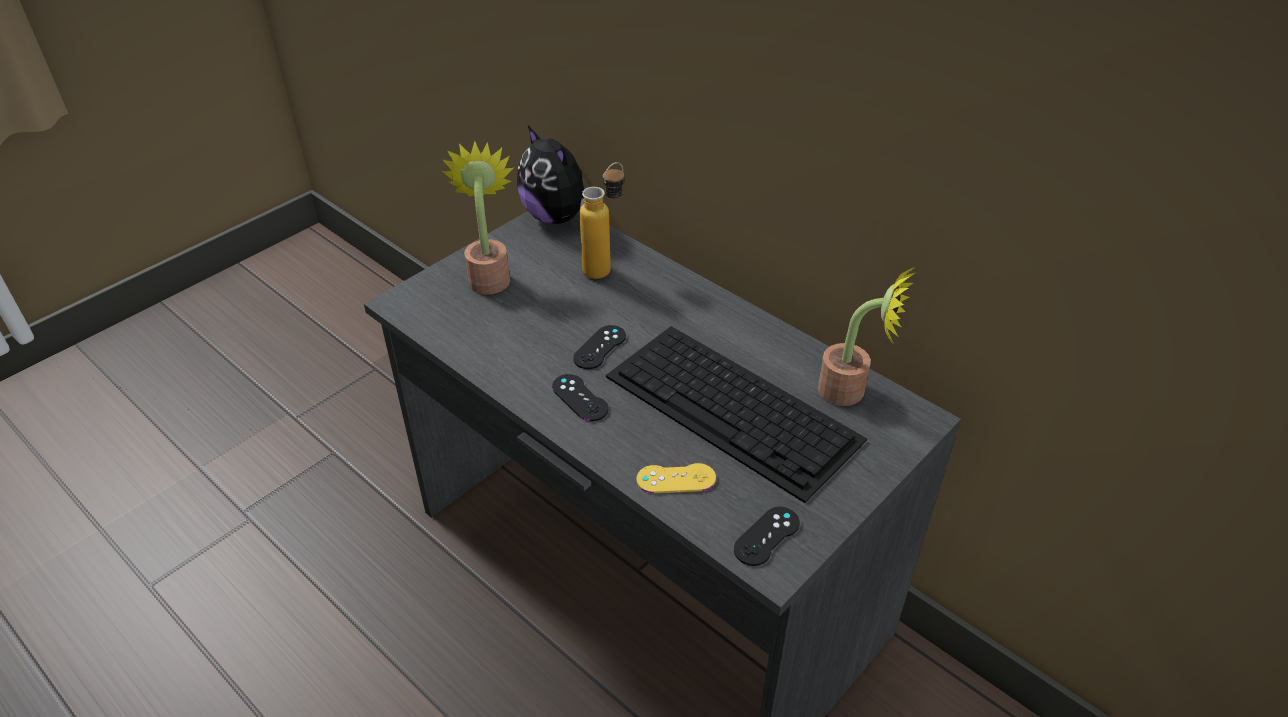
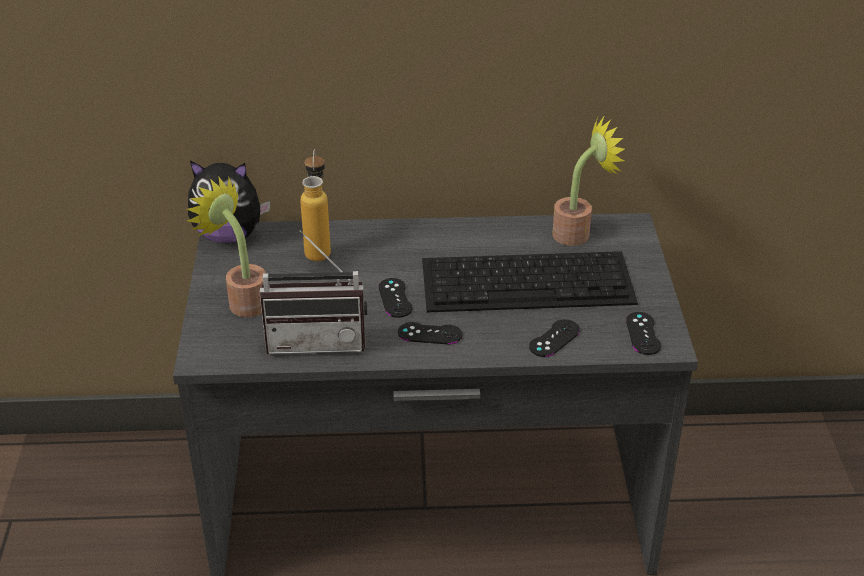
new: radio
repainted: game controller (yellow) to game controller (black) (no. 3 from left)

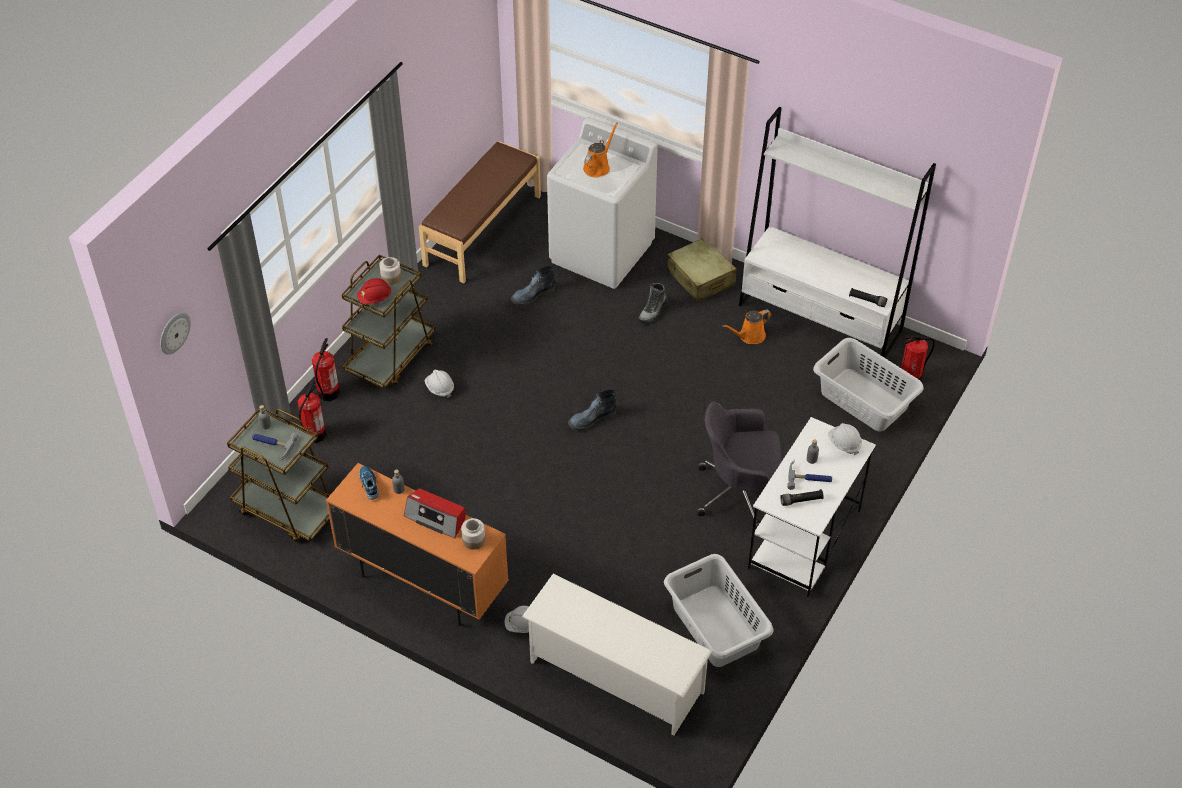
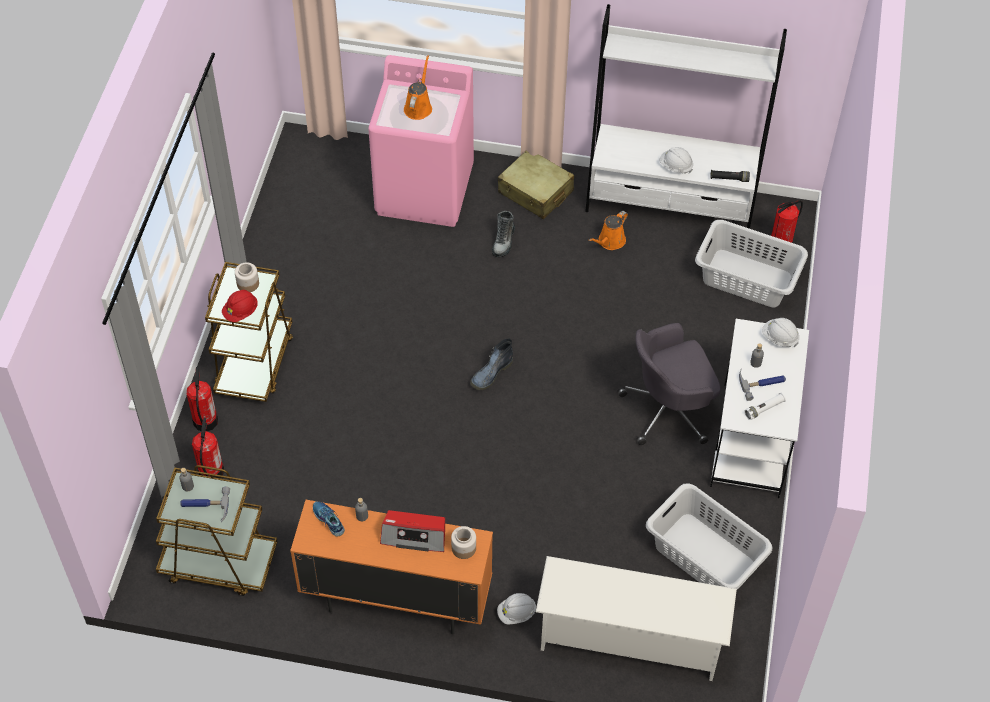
gone: wall clock; bench (brown); boot (no. 1 from left)
shifted: hard hat (white) (no. 1 from left in the first image) to hard hat (white) (no. 2 from left)
repainted: washing machine (white) to washing machine (pink); flashlight (black) (no. 1 from left) to flashlight (white)

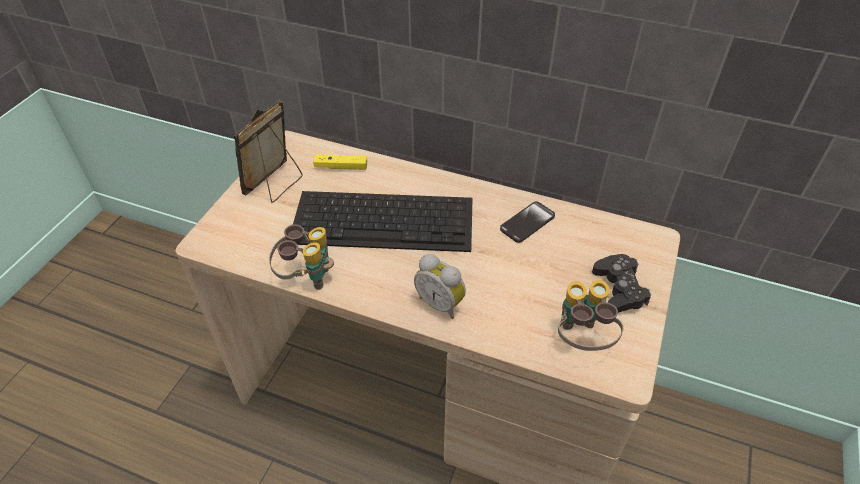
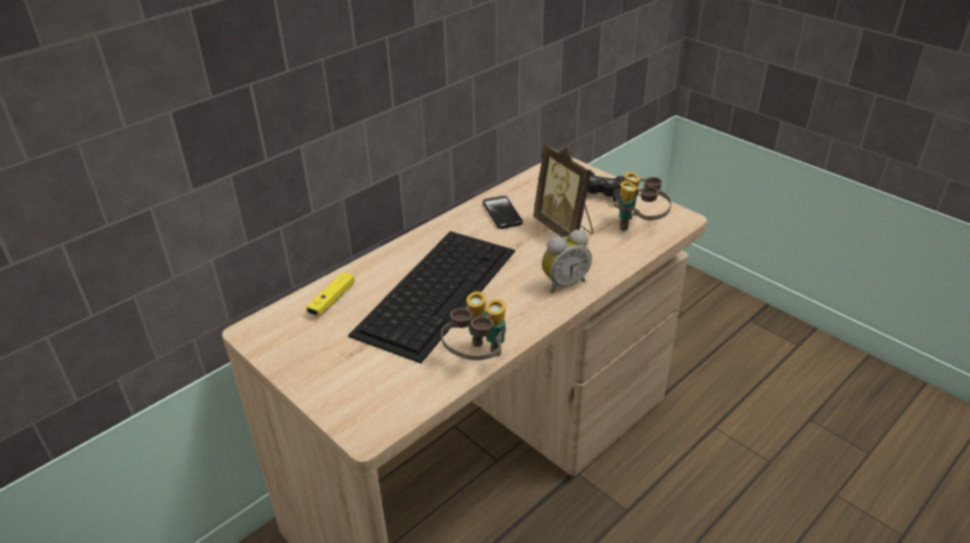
shifted: picture frame

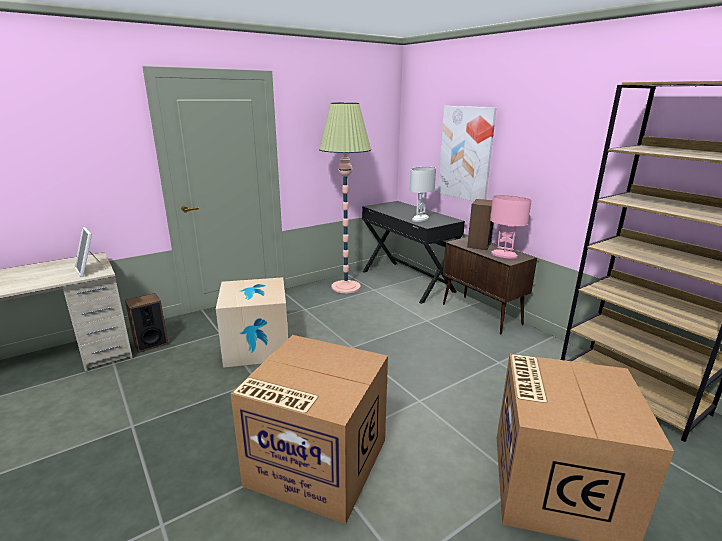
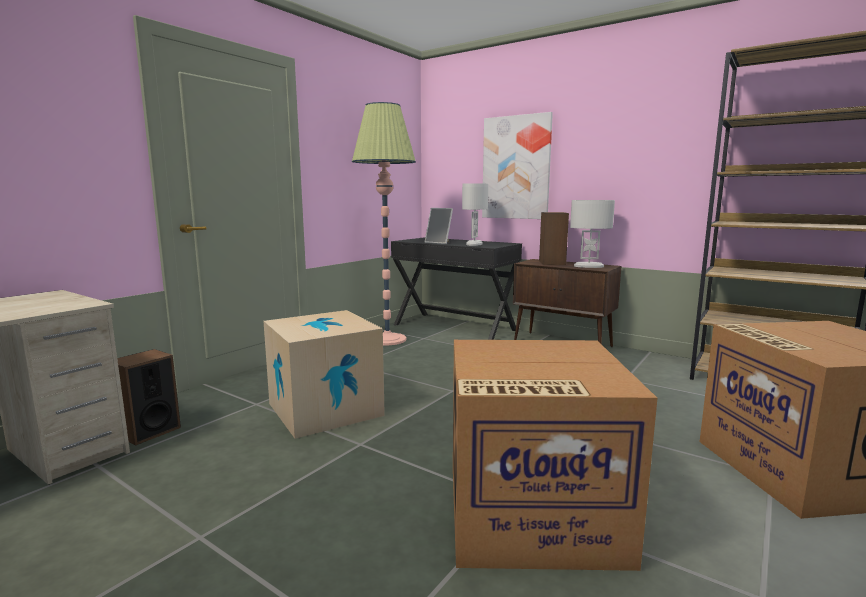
shifted: picture frame
repainted: table lamp (pink) to table lamp (white) (no. 2 from left)

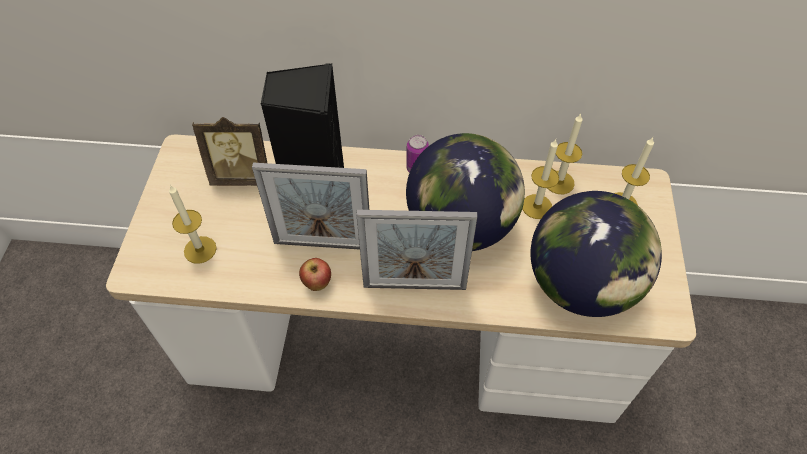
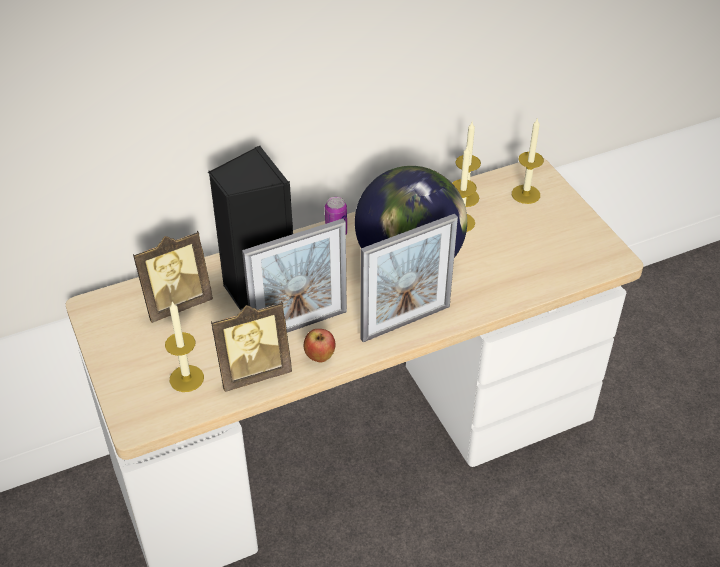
gone: globe (no. 2 from left)
new: picture frame (no. 2 from left)

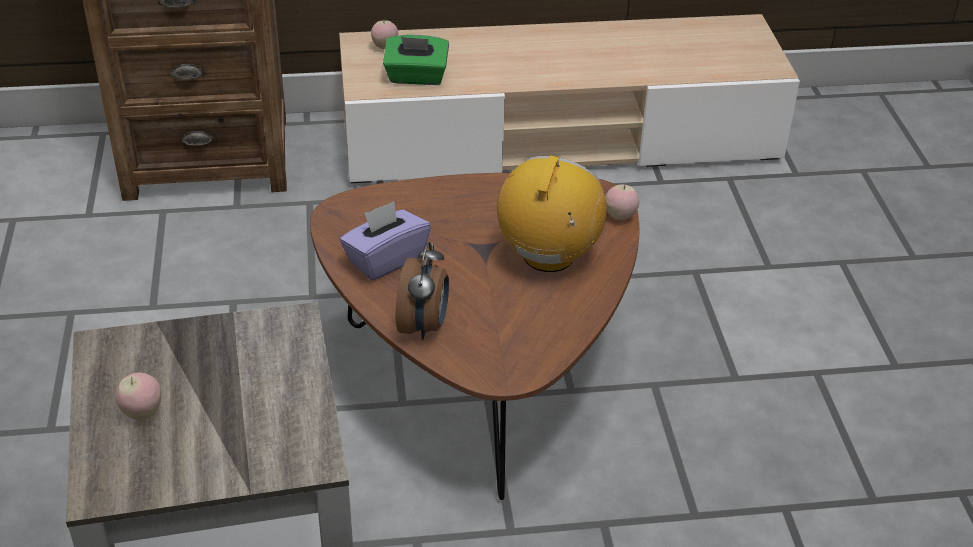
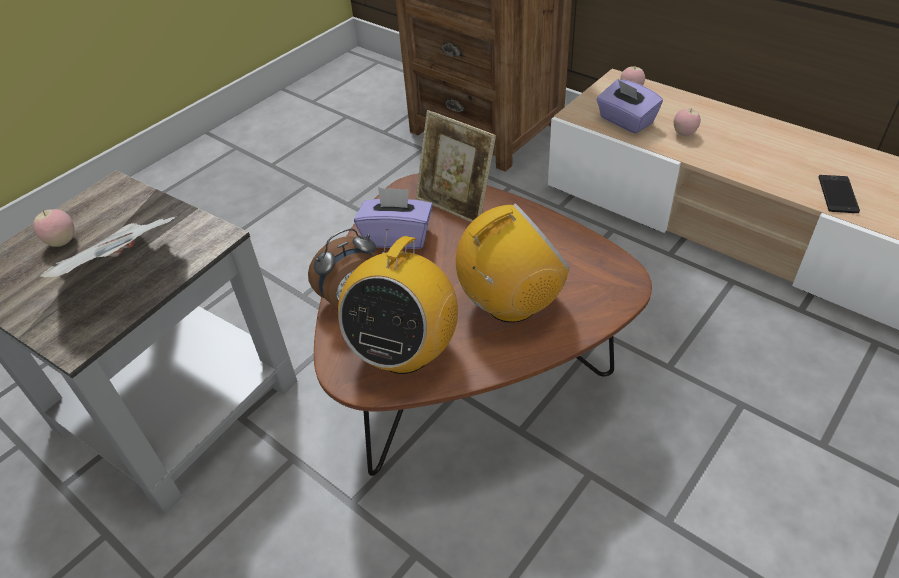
new: newspaper; radio (no. 1 from left); picture frame; phone
shifted: apple (no. 3 from left)
repainted: tissue box (green) to tissue box (purple) (no. 2 from left)

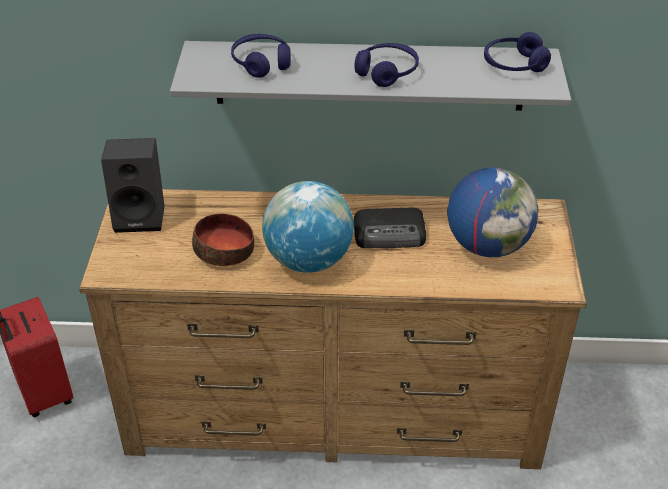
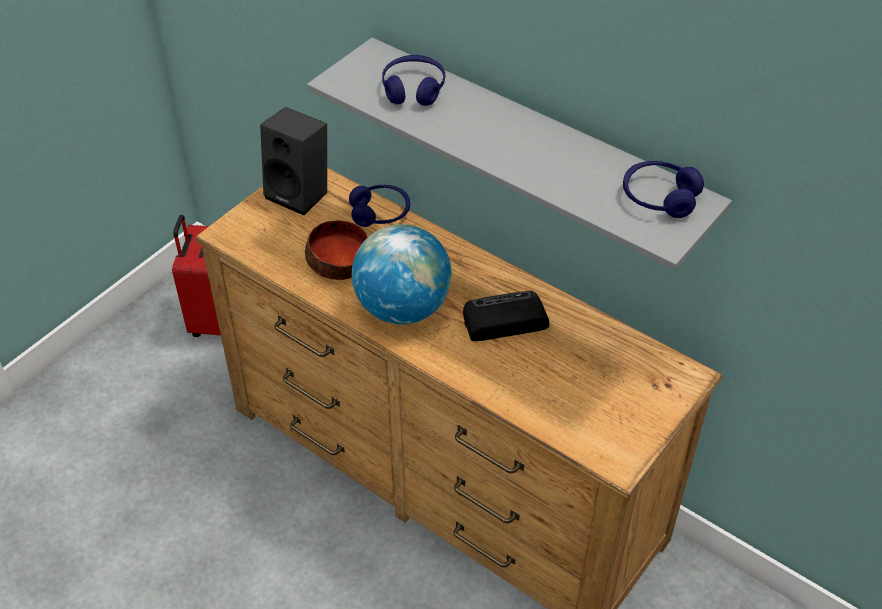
gone: globe (no. 2 from left)
shifted: headphones (blue) (no. 2 from left in the first image) to headphones (blue) (no. 1 from left)
rotated: radio 135 degrees clockwise

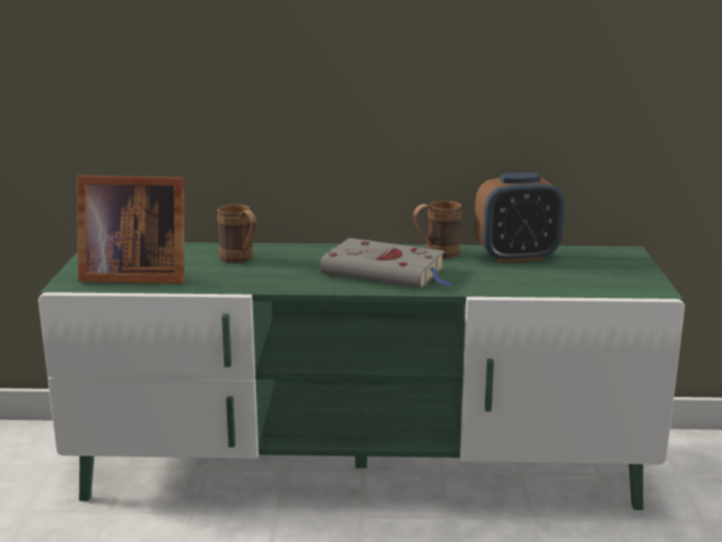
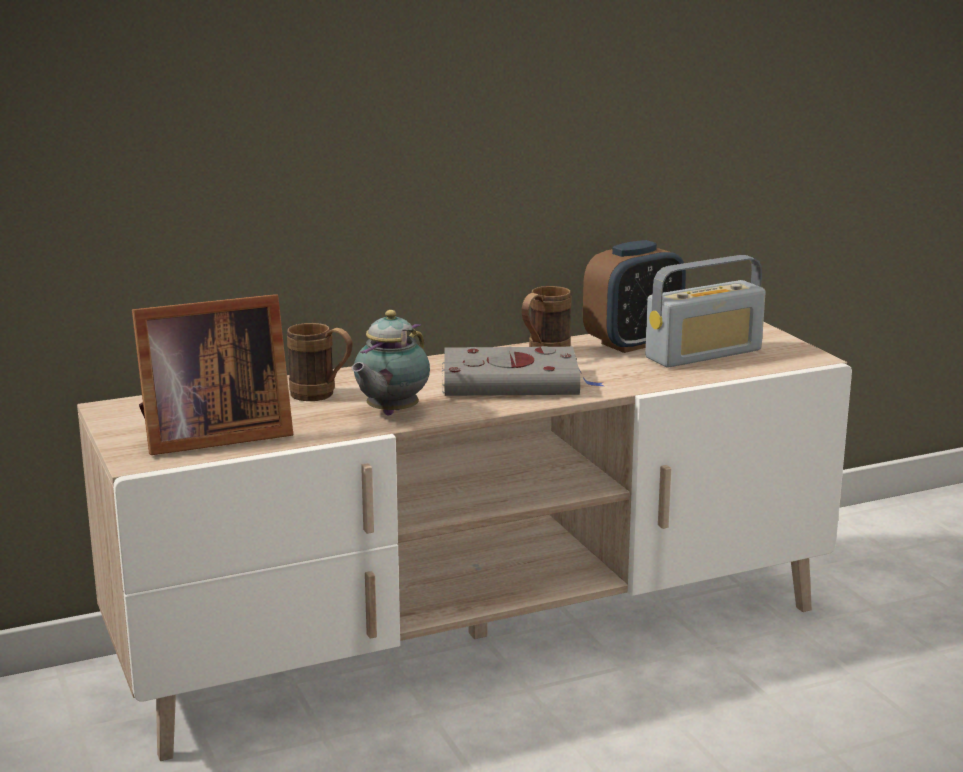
new: teapot; radio
repainted: tv stand (green) to tv stand (beige)

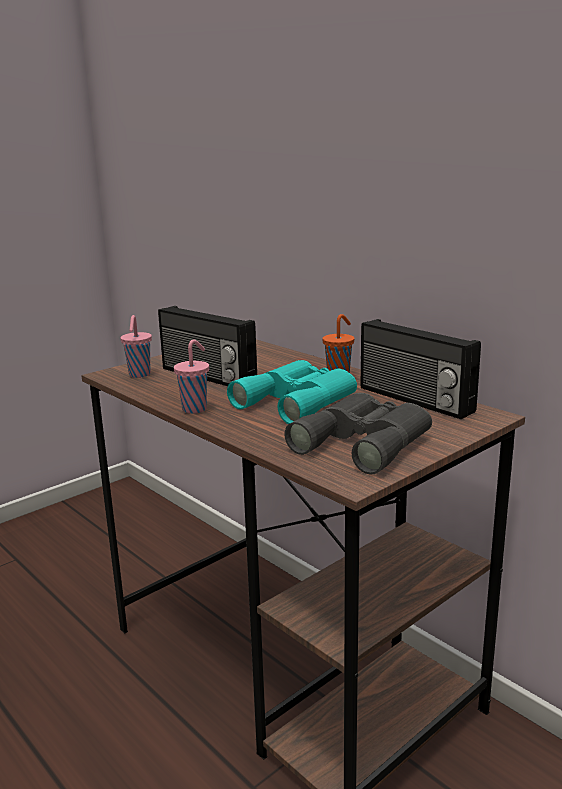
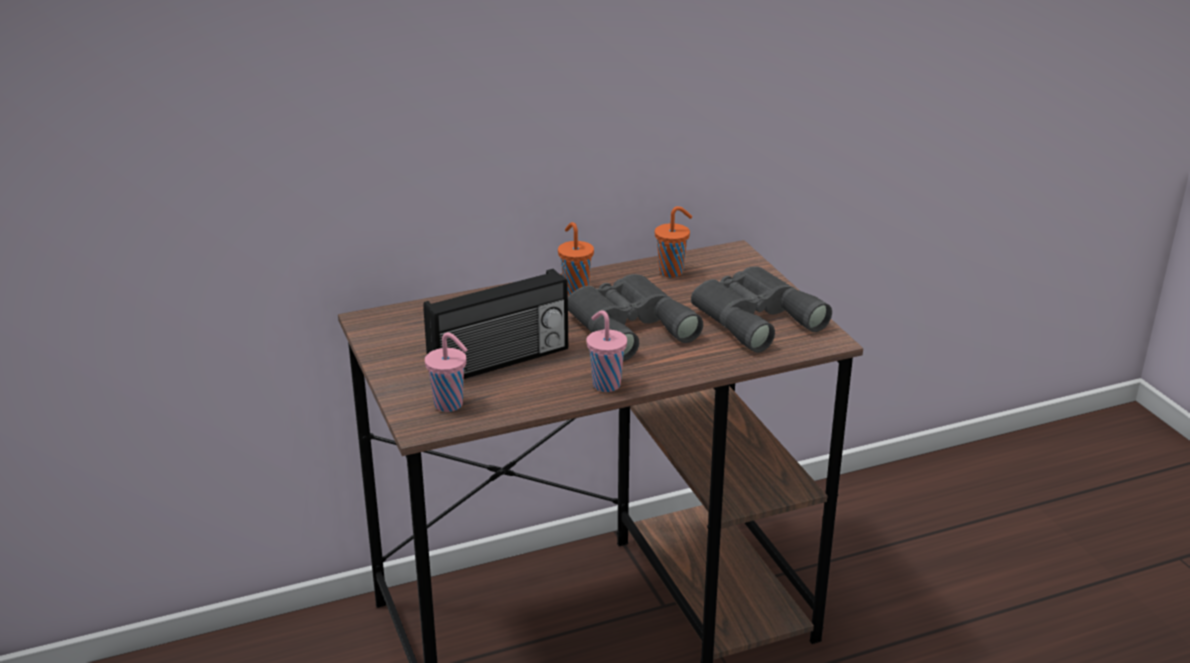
swapped: radio (no. 2 from left) to cup (orange) (no. 2 from left)
repainted: binoculars (turquoise) to binoculars (grey) (no. 1 from left)

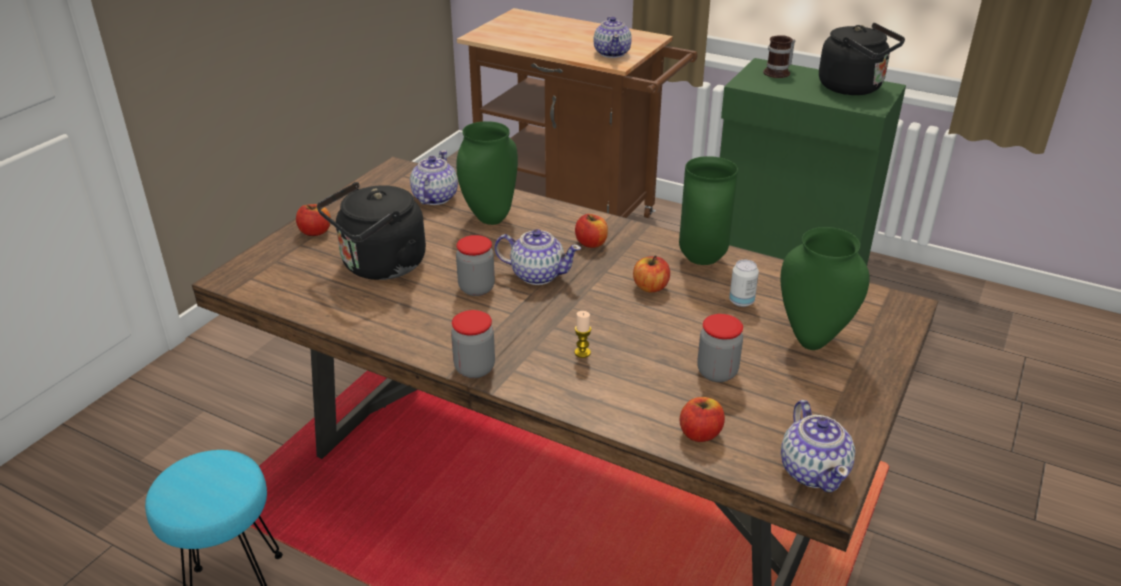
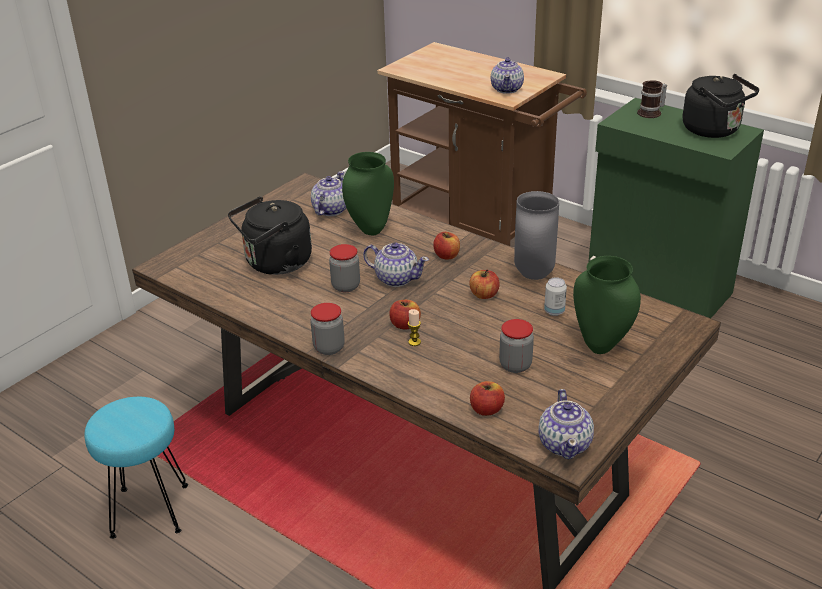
shifted: apple (no. 1 from left)
repainted: vase (green) (no. 2 from left) to vase (grey)

